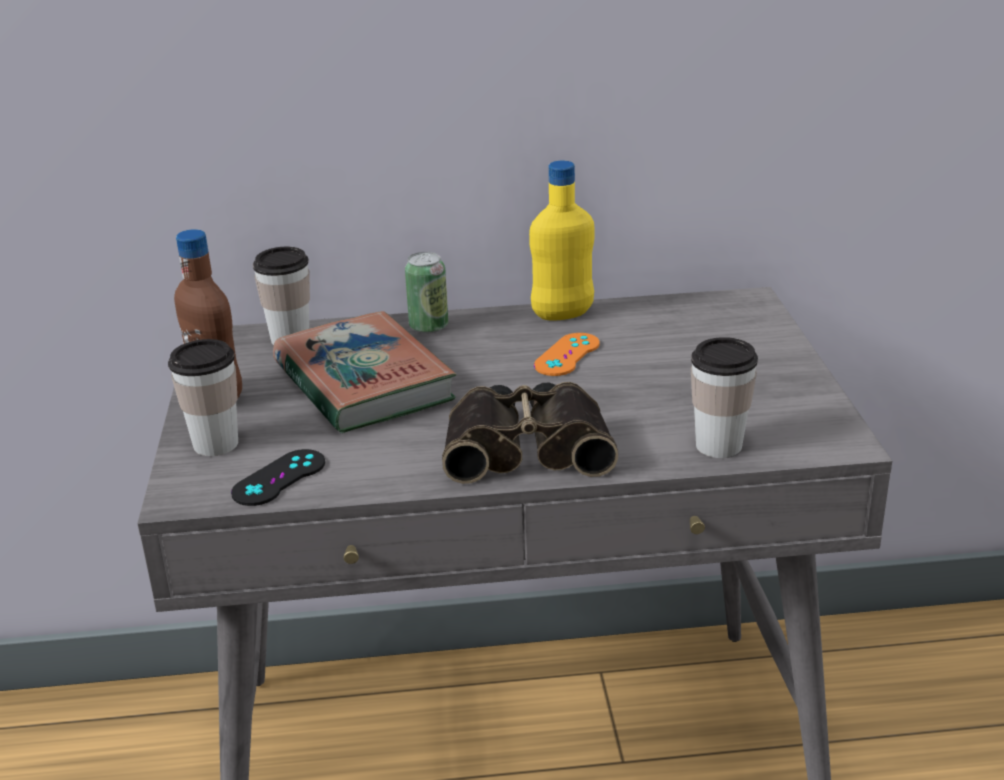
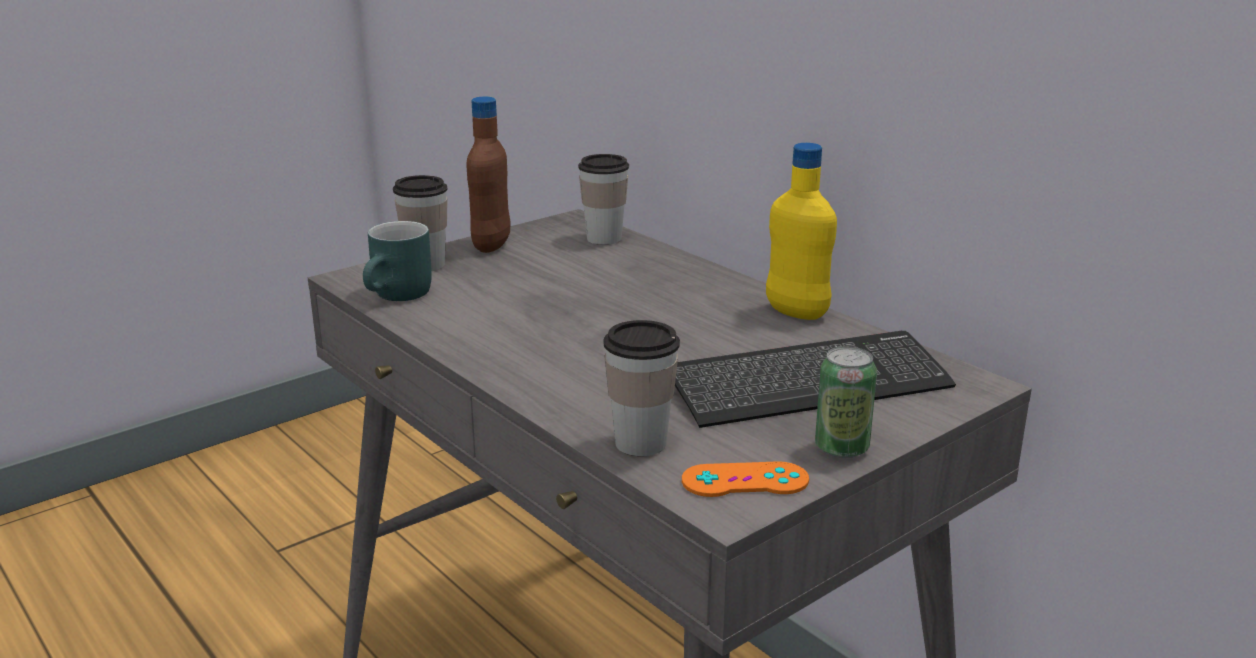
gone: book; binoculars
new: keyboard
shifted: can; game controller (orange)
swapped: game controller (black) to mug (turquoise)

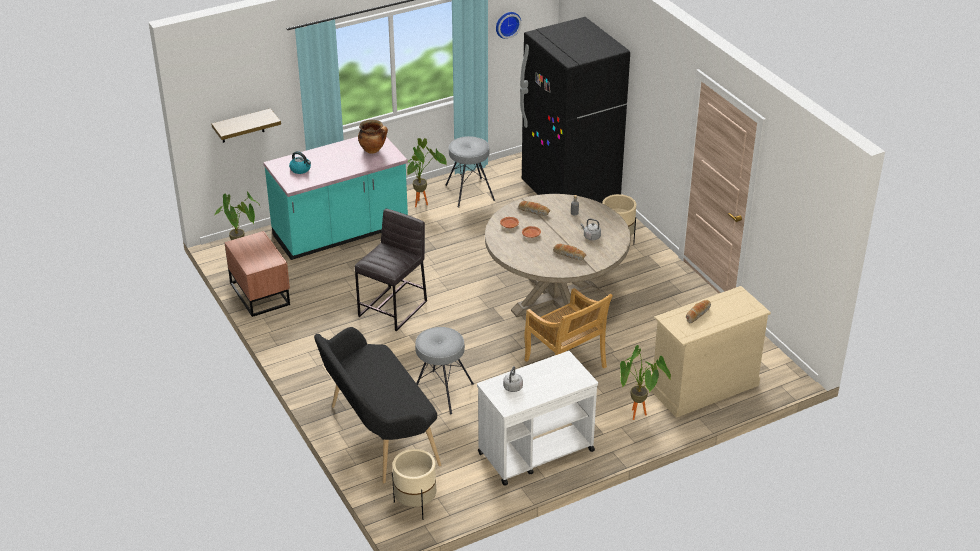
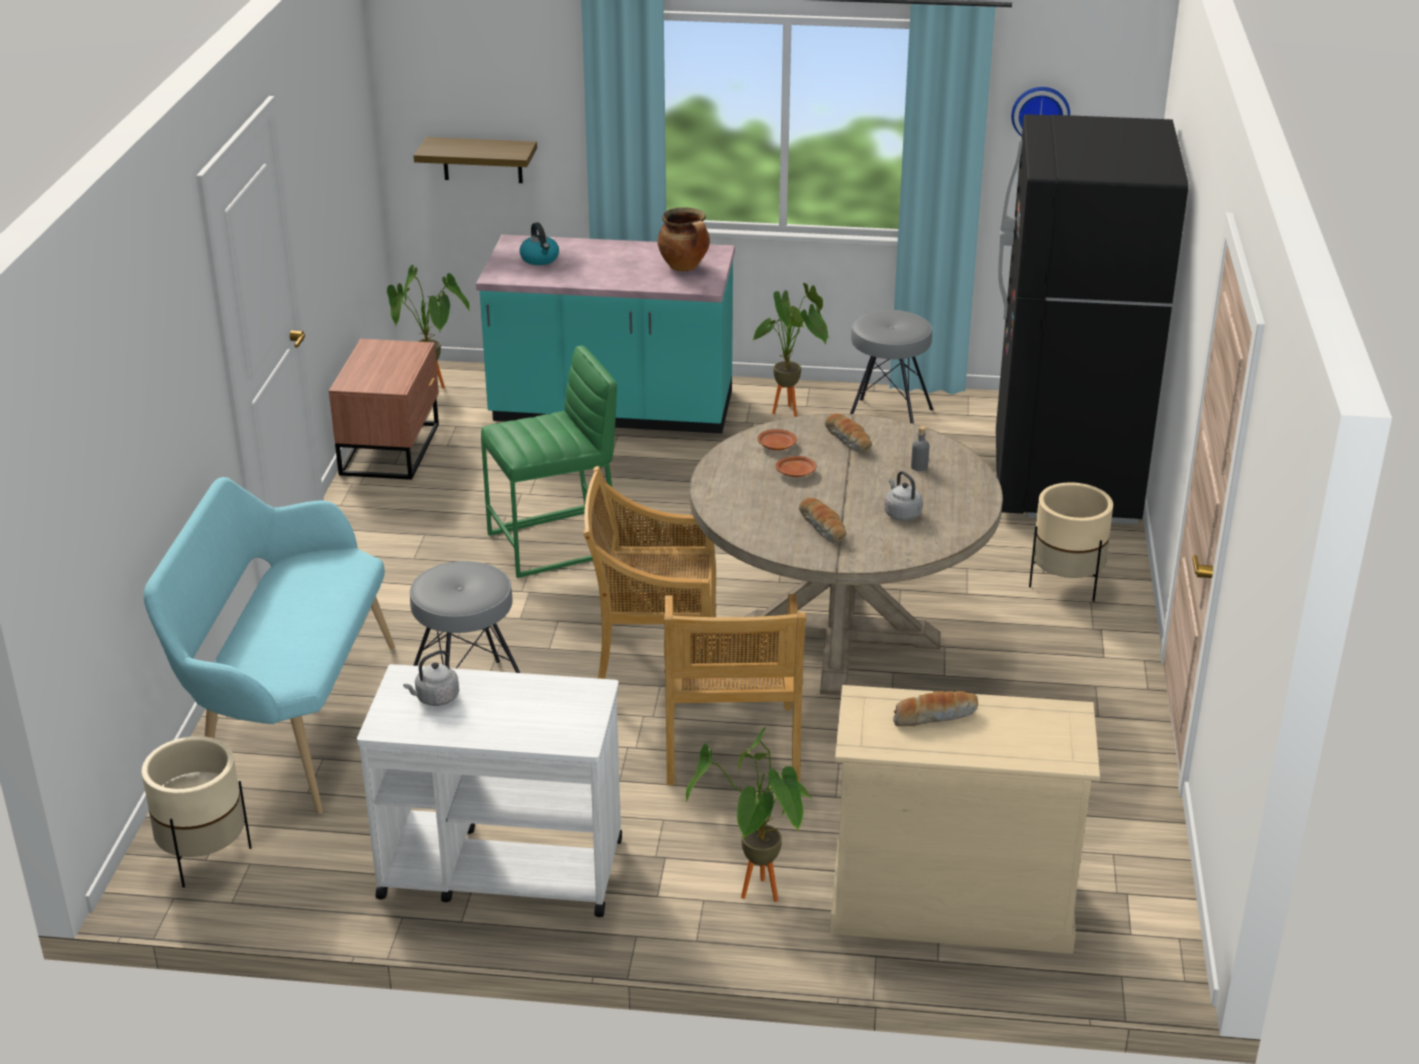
new: chair (beige) (no. 1 from left)
repainted: bench (black) to bench (turquoise); stool (grey) (no. 1 from left) to stool (green)

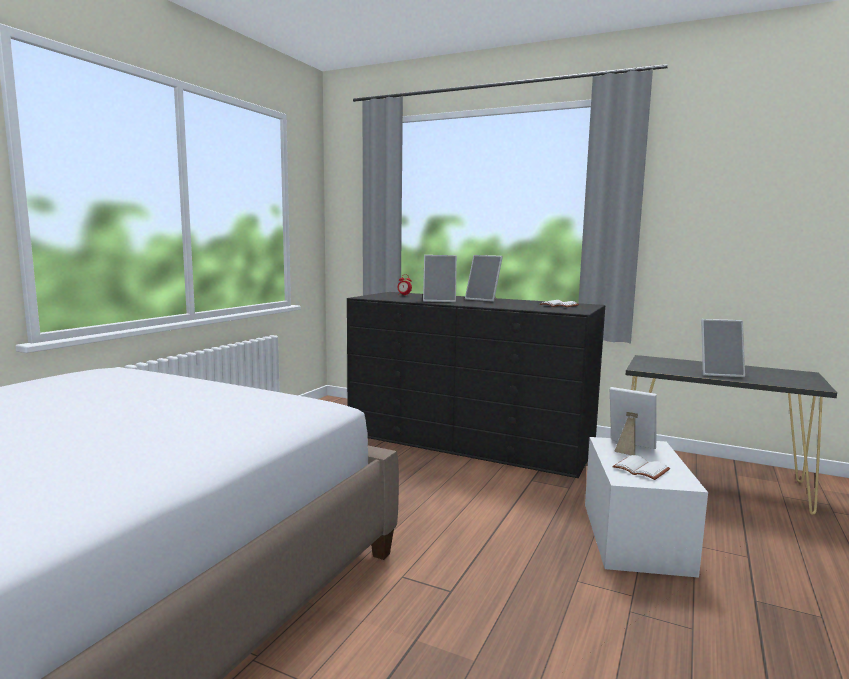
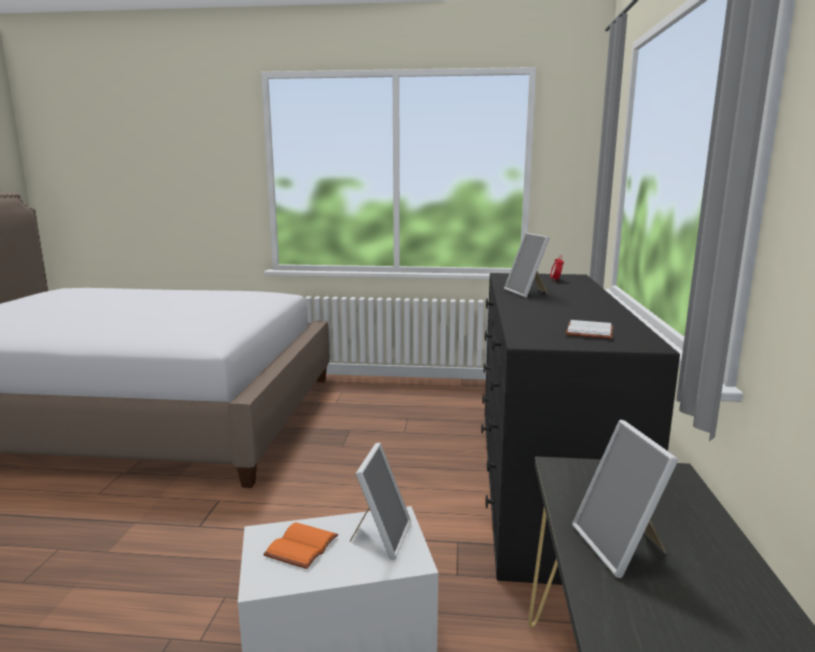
gone: picture frame (no. 2 from left)
repainted: book (white) (no. 2 from left) to book (orange)

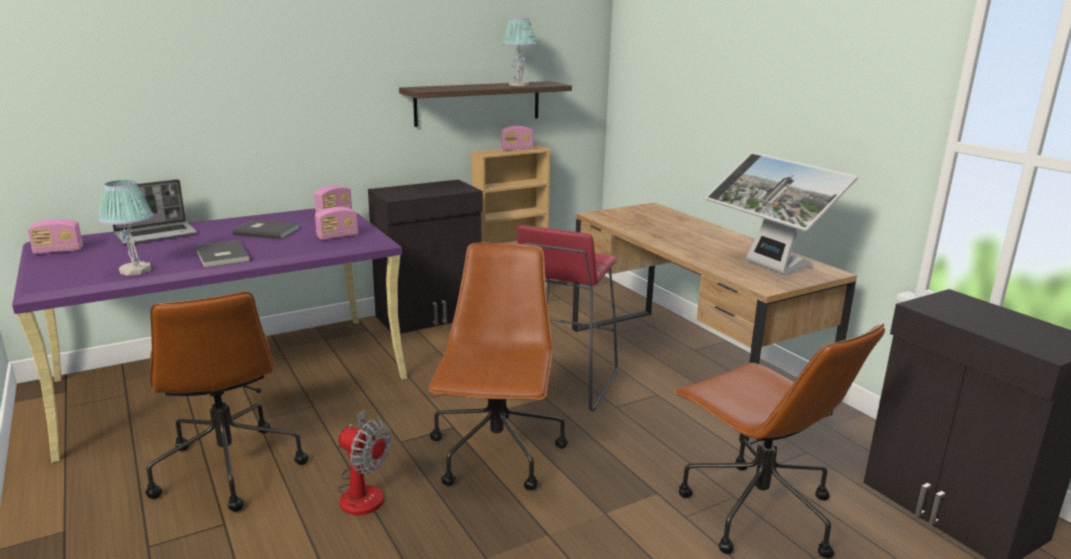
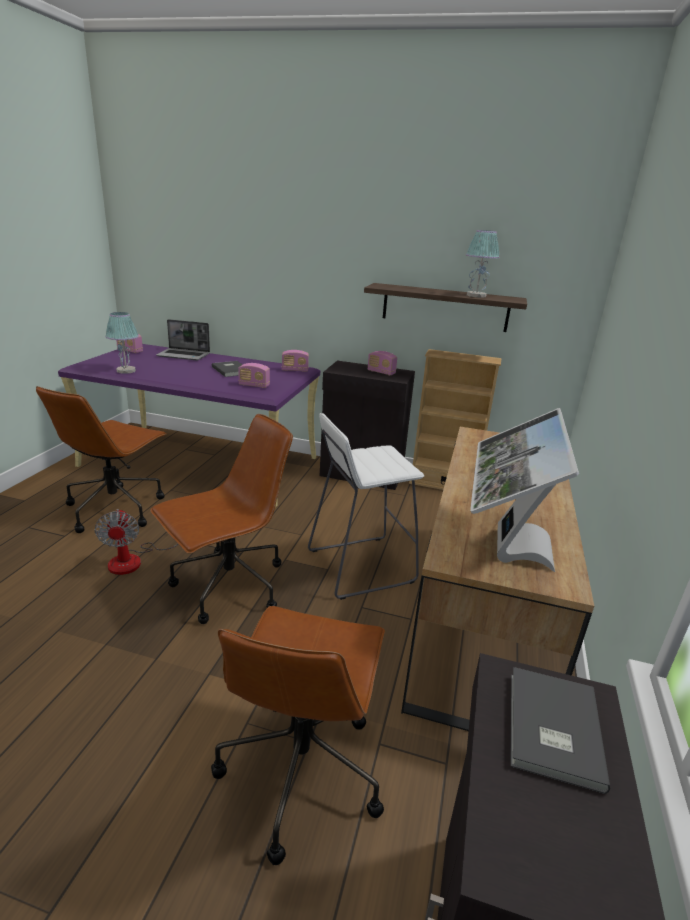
shifted: book (grey) (no. 1 from left in the first image) to book (grey) (no. 2 from left); radio (no. 4 from left)
repainted: stool (red) to stool (white)

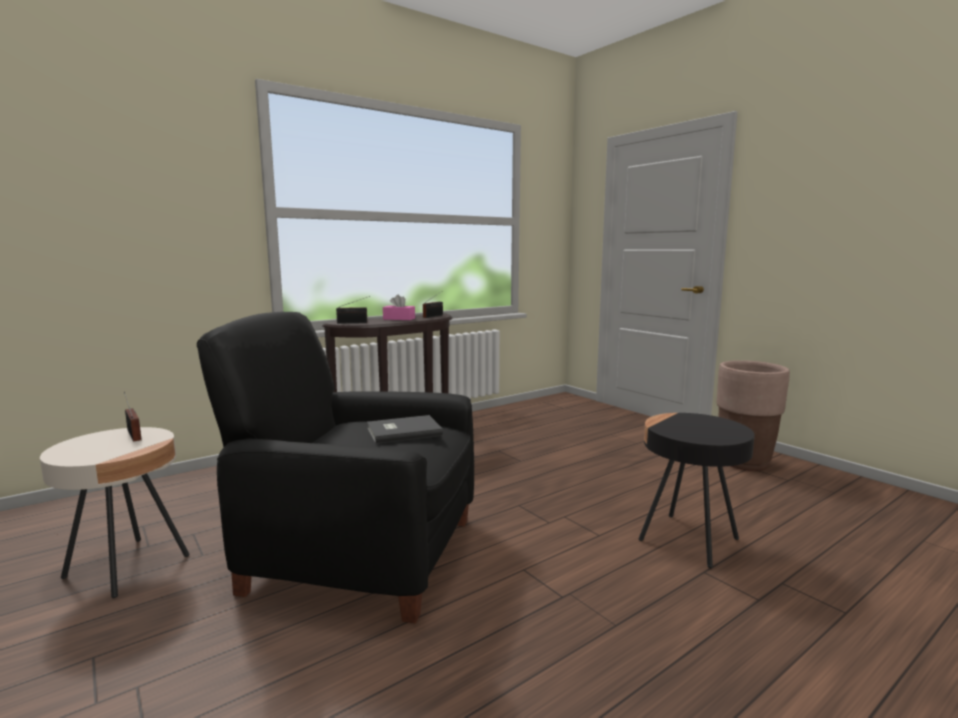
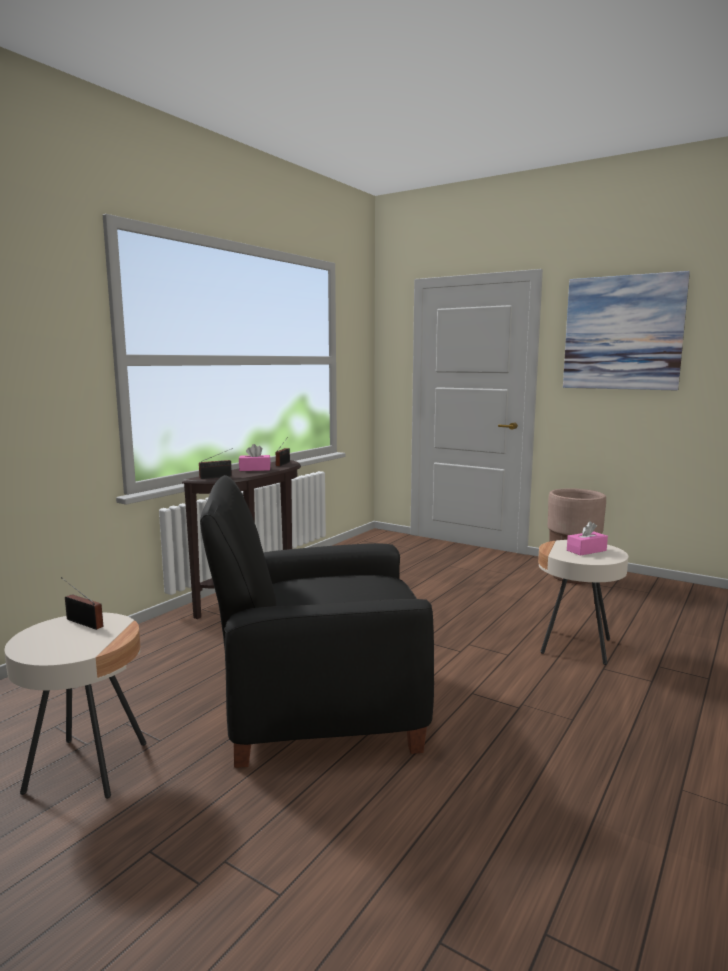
gone: book (grey)
new: picture; tissue box (pink) (no. 2 from left)
repainted: side table (black) to side table (beige) (no. 2 from left)

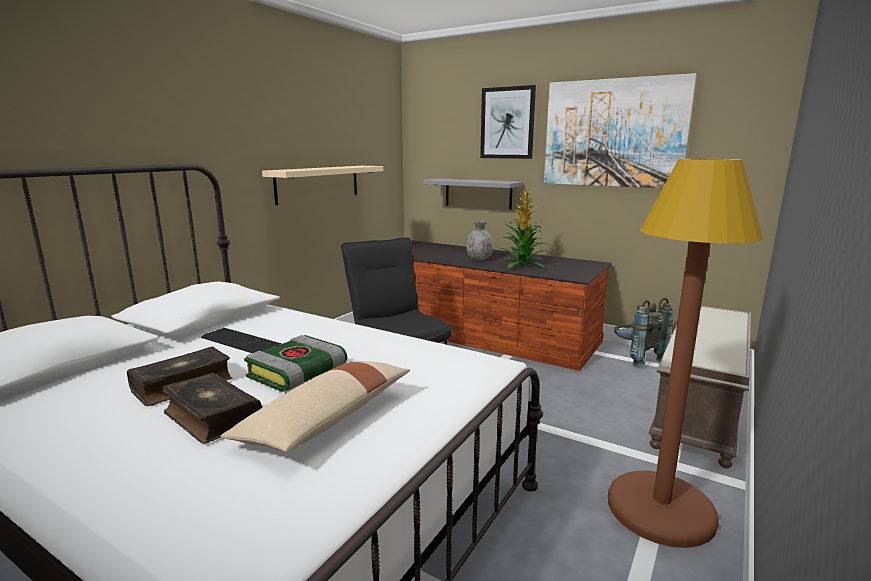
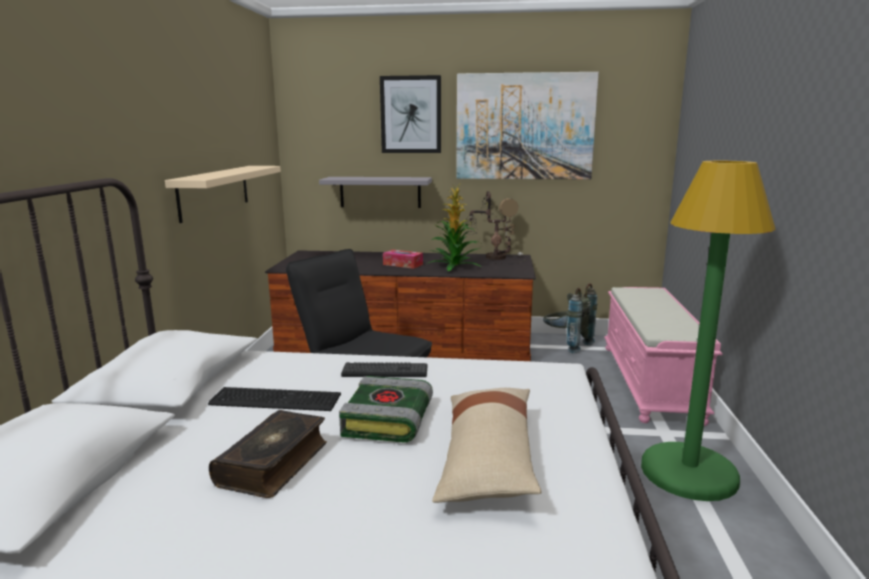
gone: book (no. 2 from left)
new: keyboard (no. 2 from left); table lamp
swapped: vase (grey) to tissue box
repainted: floor lamp (brown) to floor lamp (green); bench (brown) to bench (pink)

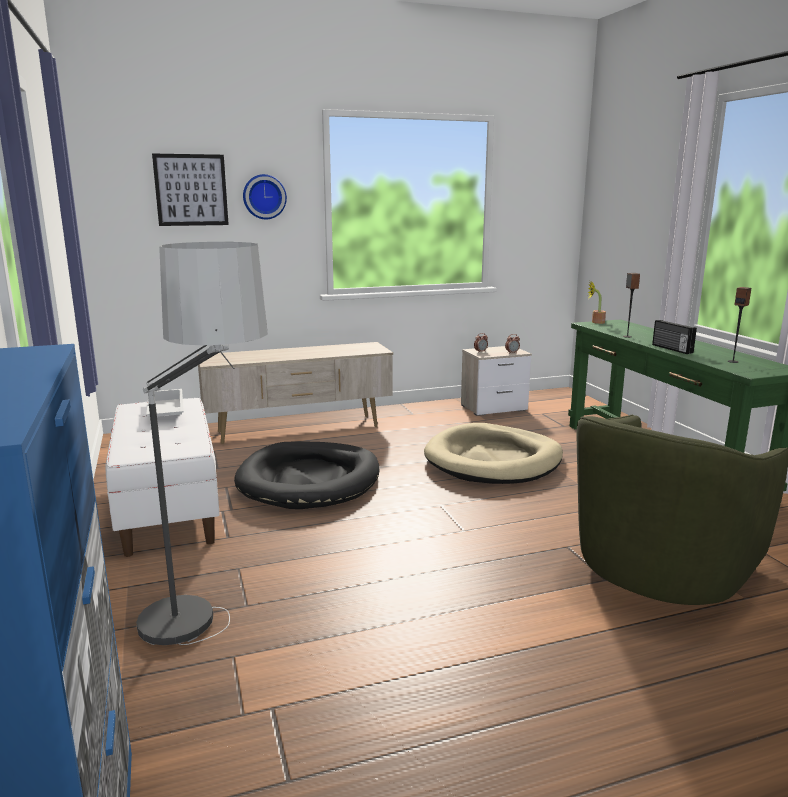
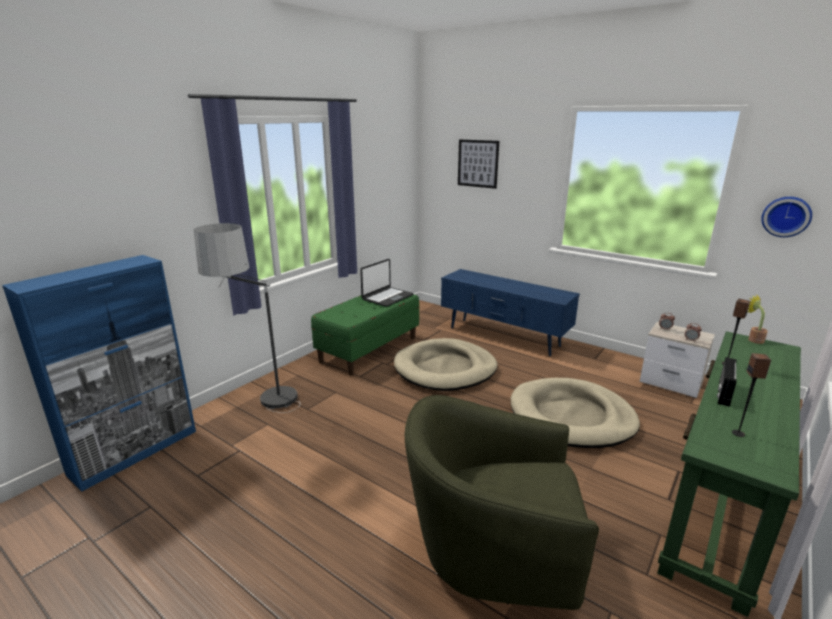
shifted: wall clock
swapped: tray (white) to laptop
repainted: bench (white) to bench (green); tv stand (beige) to tv stand (blue); dog bed (black) to dog bed (beige) (no. 1 from left)

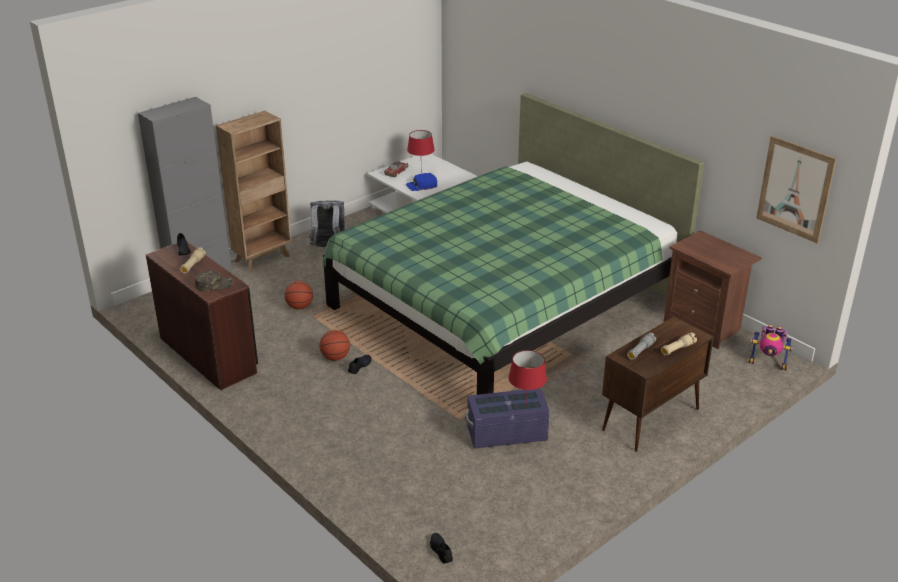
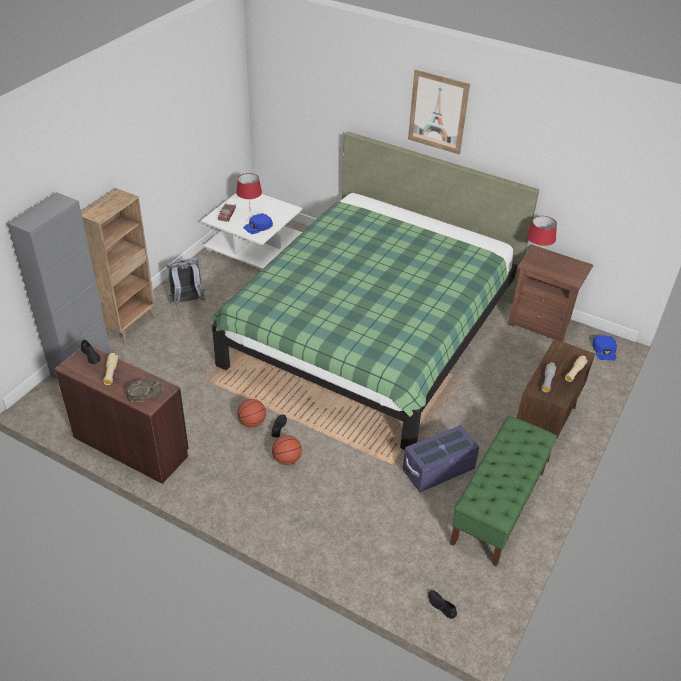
new: bench (green)
shifted: basketball (no. 1 from left in the first image) to basketball (no. 2 from left); table lamp (red) (no. 2 from left); picture
swapped: toy robot to cap (blue) (no. 2 from left)

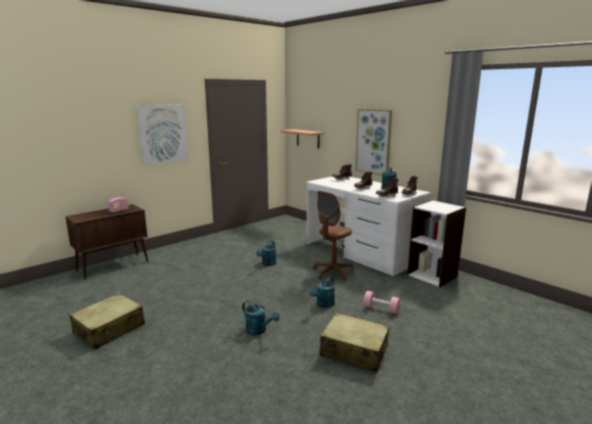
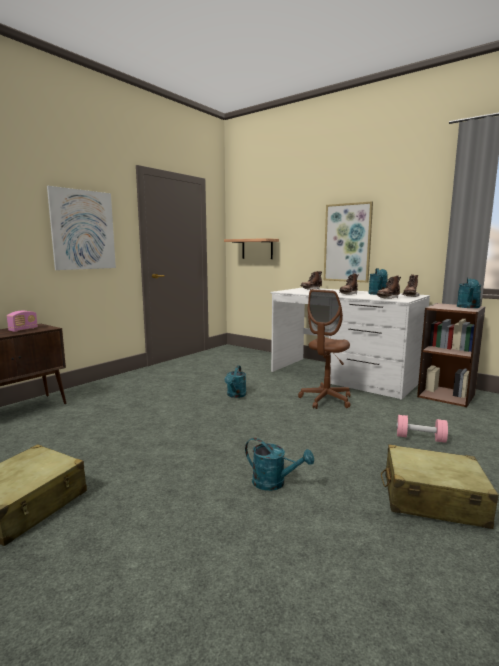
shifted: watering can (turquoise) (no. 3 from left in the first image) to watering can (turquoise) (no. 4 from left)
repainted: bookcase (white) to bookcase (brown)

